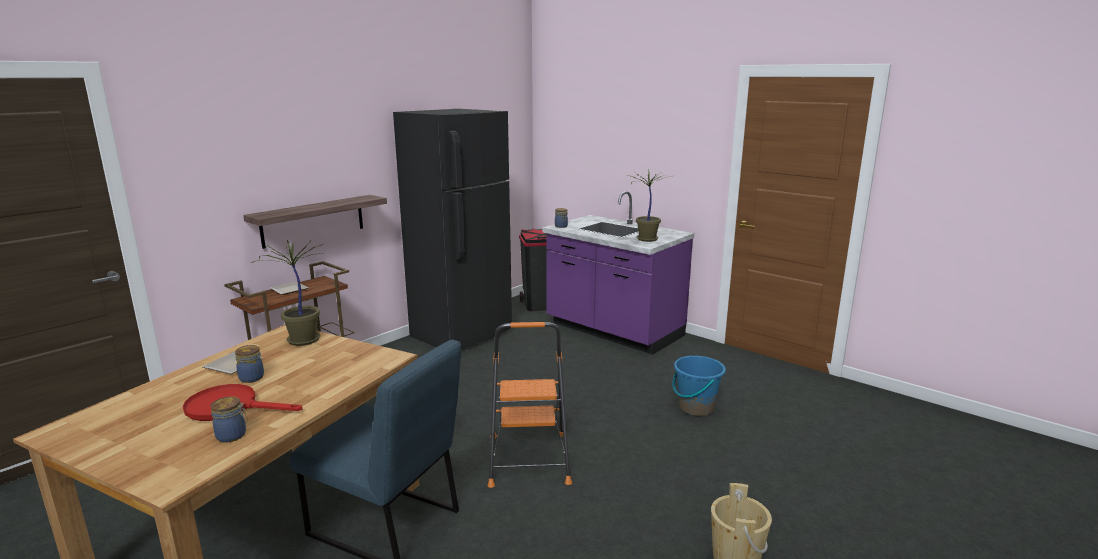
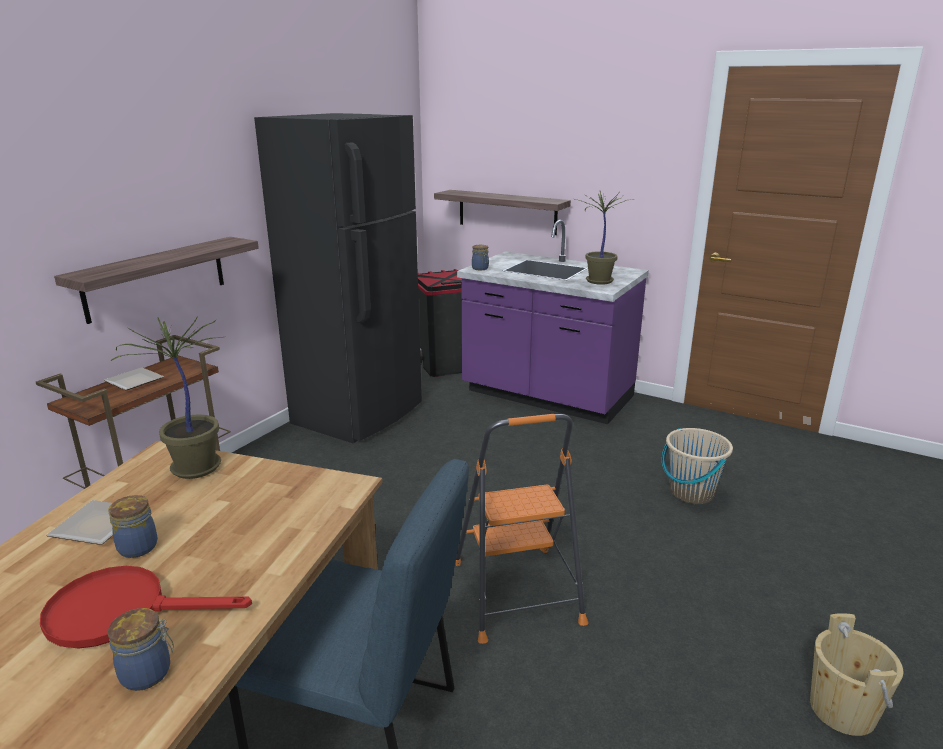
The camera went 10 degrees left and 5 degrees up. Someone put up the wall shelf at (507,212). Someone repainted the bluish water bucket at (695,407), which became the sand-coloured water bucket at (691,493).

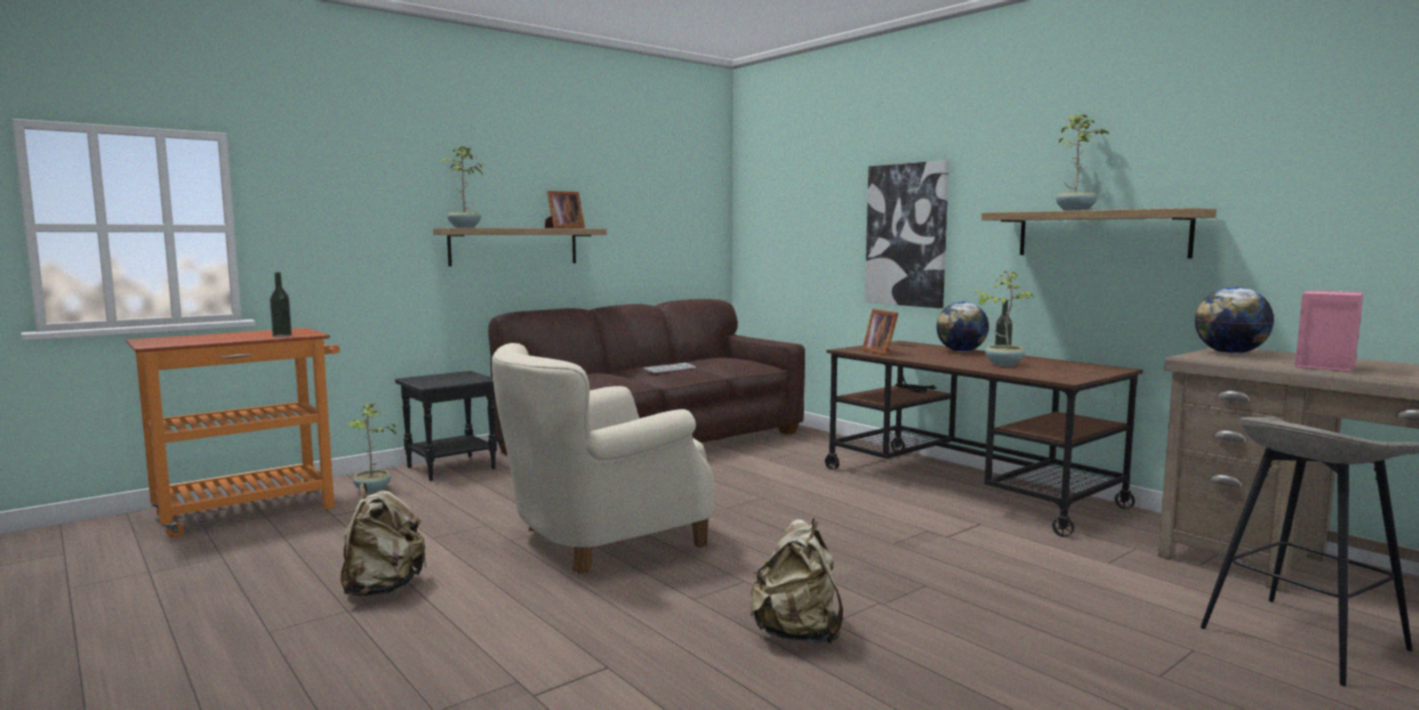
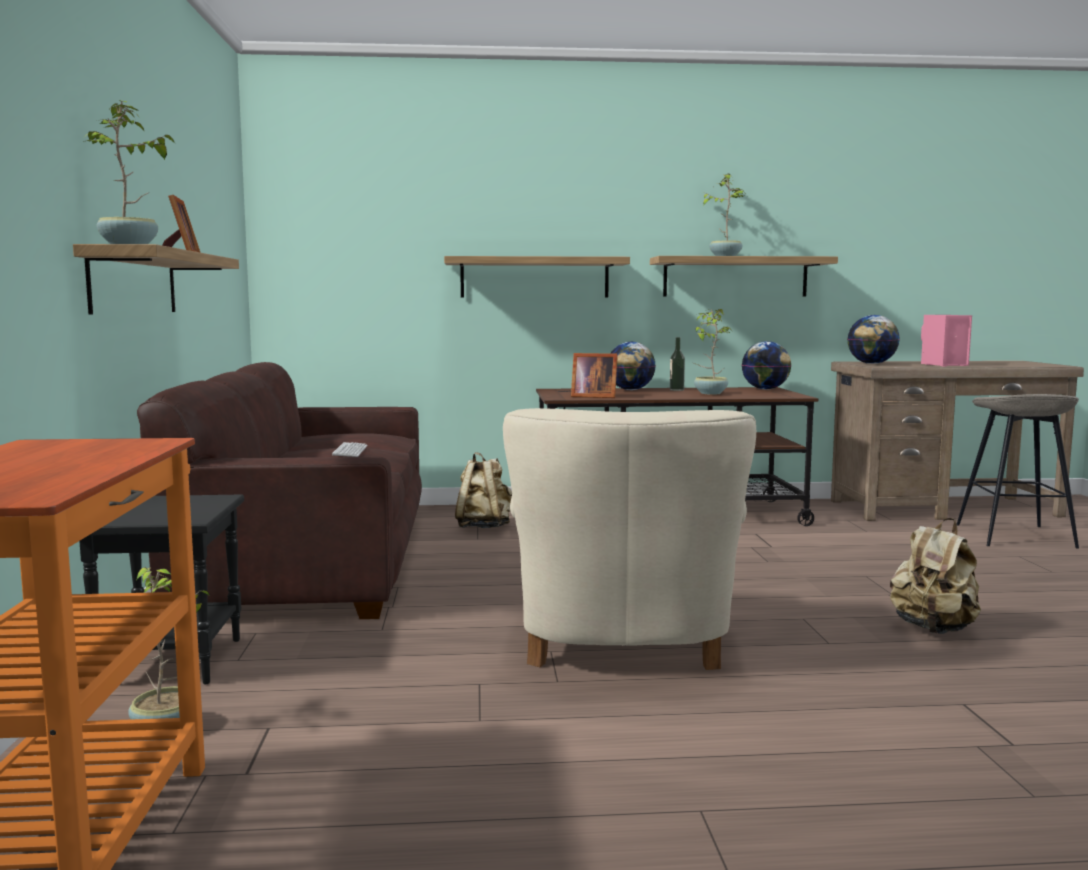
The camera went 55 degrees left and 0 degrees up. Someone swapped the picture at (906,235) for the wall shelf at (534,278). Someone carried the sand-coloured knapsack from (383,589) to (484,527). Someone put down the world globe at (765,389). Someone took away the drink bottle at (282,336).

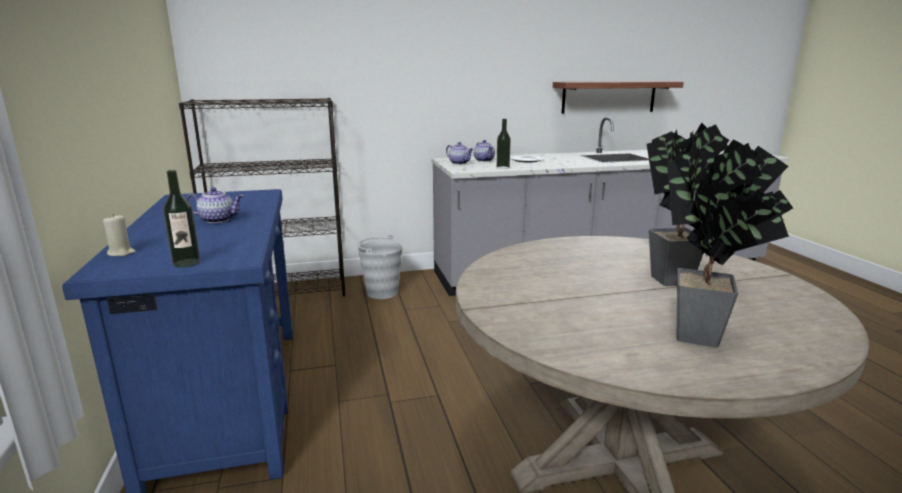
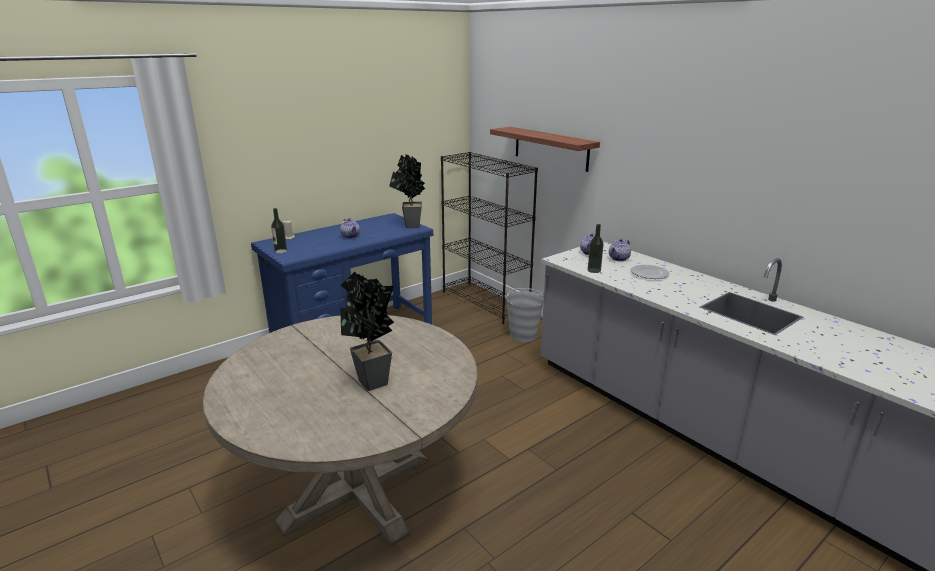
The camera went 65 degrees right and 5 degrees up. Someone carried the potted plant from (705,339) to (411,226). Someone carried the wall shelf from (609,97) to (551,148).

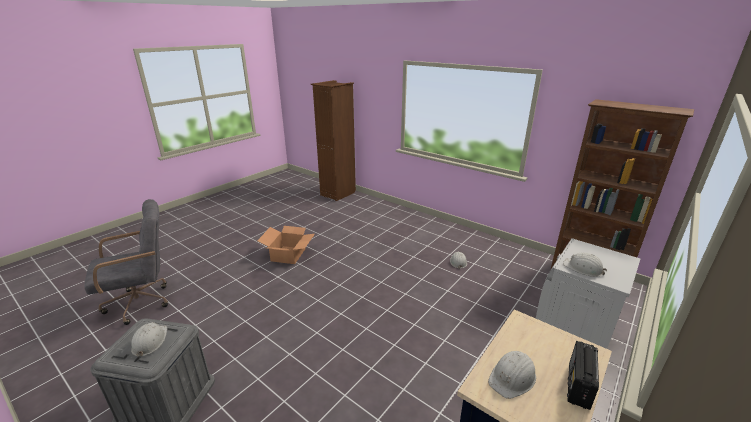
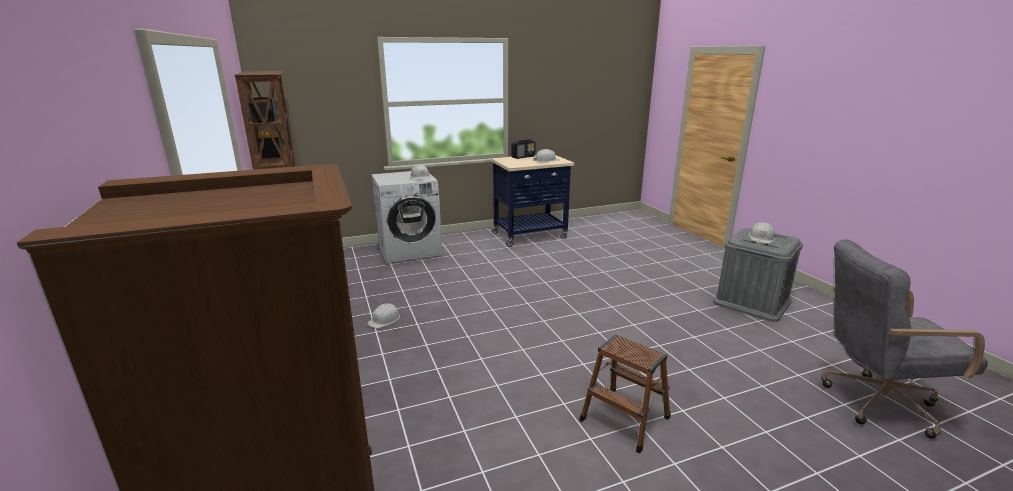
The camera went 150 degrees left and 5 degrees down. Someone swapped the cardboard box at (289,255) for the brown stepladder at (624,418).

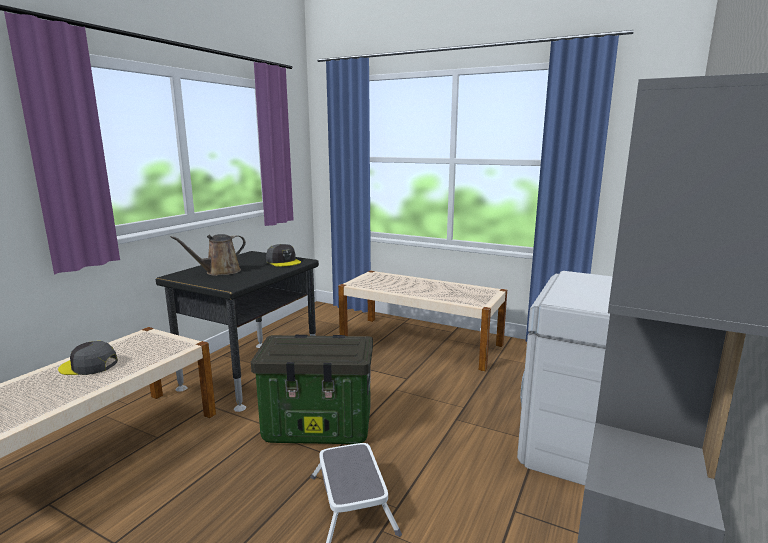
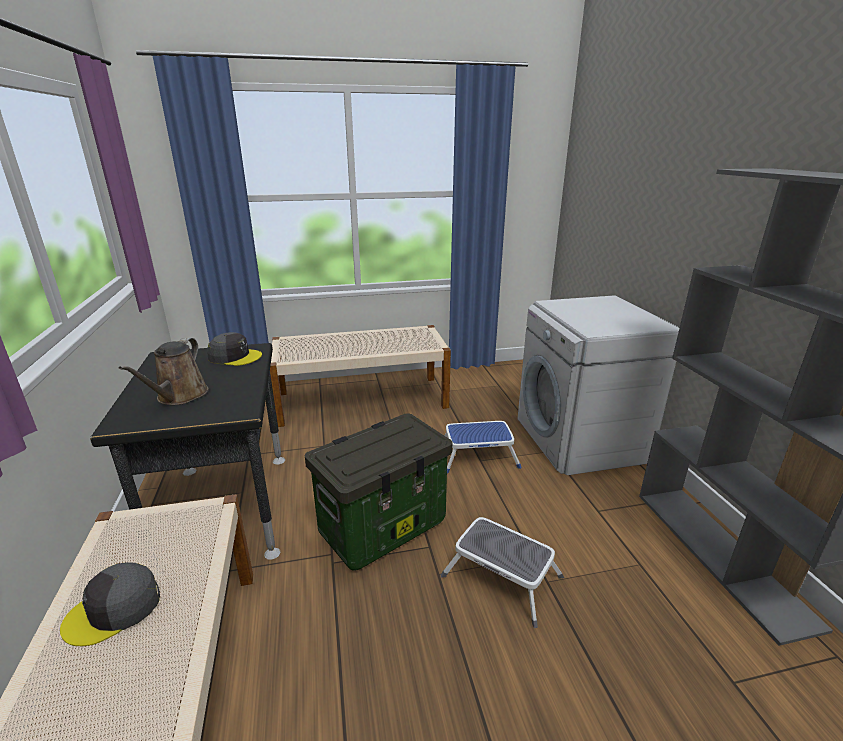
The camera went 40 degrees left and 10 degrees up. Someone put down the bluish stepladder at (478,456).

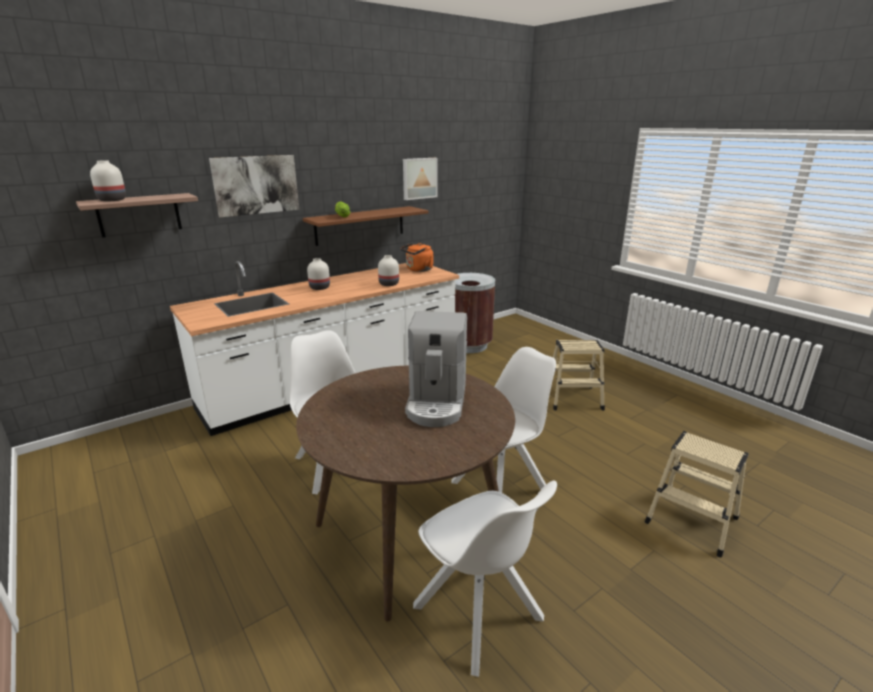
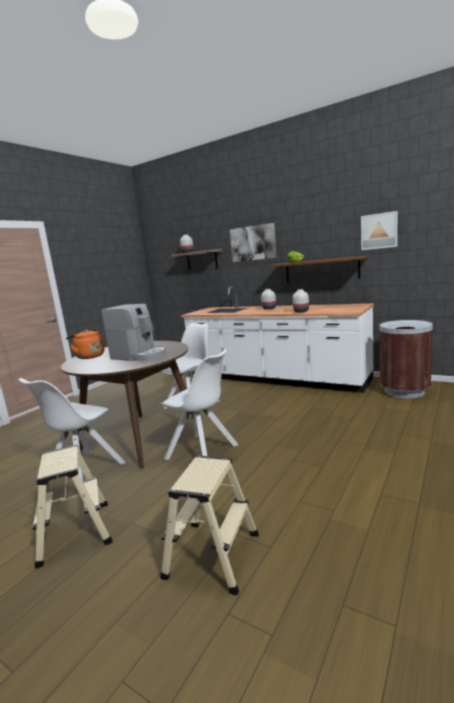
The camera went 70 degrees right and 10 degrees down. Someone carried the sand-coloured stepladder from (572,397) to (75,532). Someone carried the orange-coloured tea kettle from (418,270) to (89,356). Someone rotated the coffee brewer at (437,402) by 135 degrees counterclockwise.

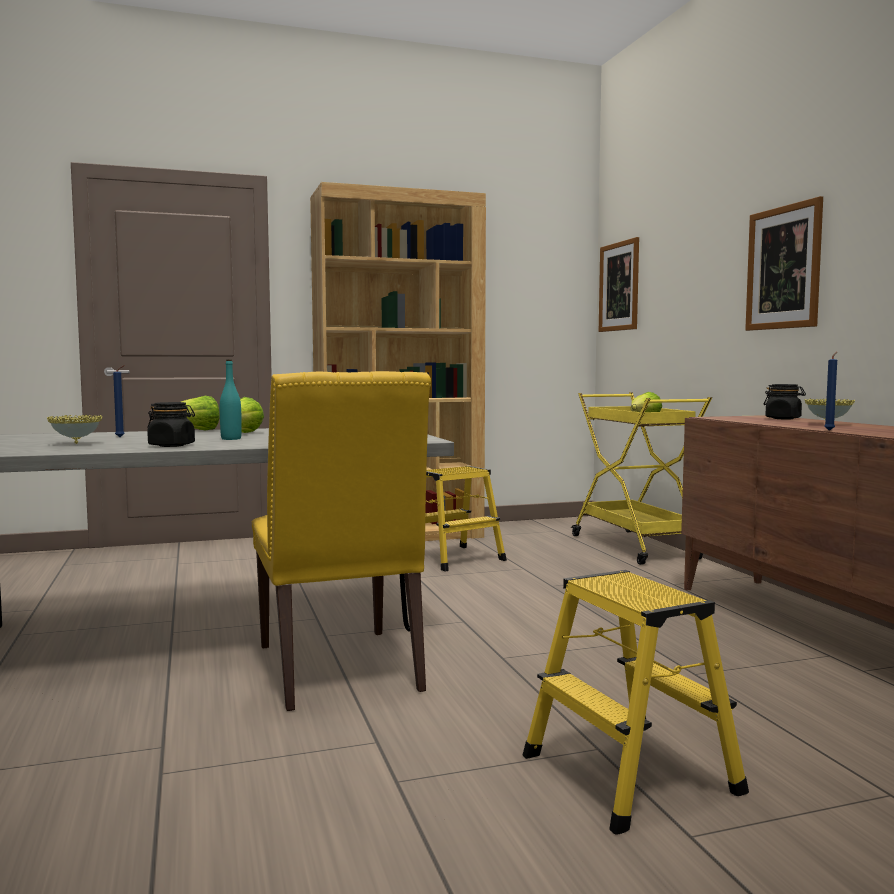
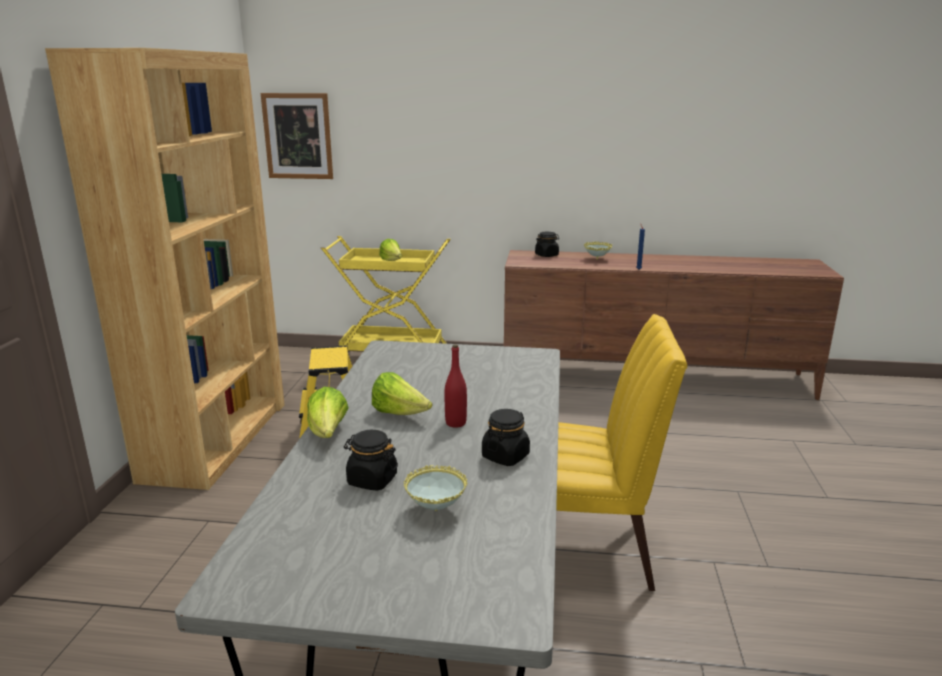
The camera went 65 degrees left and 15 degrees up. Someone swapped the bluish wax light at (121,437) for the black-coloured jar at (372,480). Someone repainted the turquoise-coloured drink bottle at (231,439), which became the red drink bottle at (455,423). Someone took away the yellowish stepladder at (631,773). Someone took away the picture at (783,268).

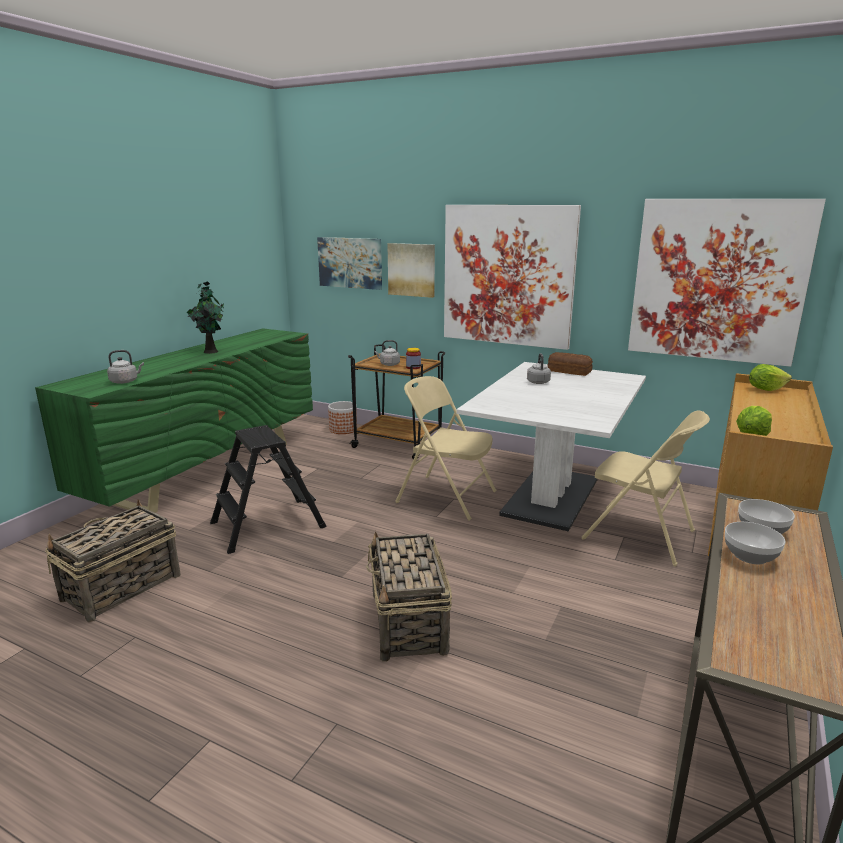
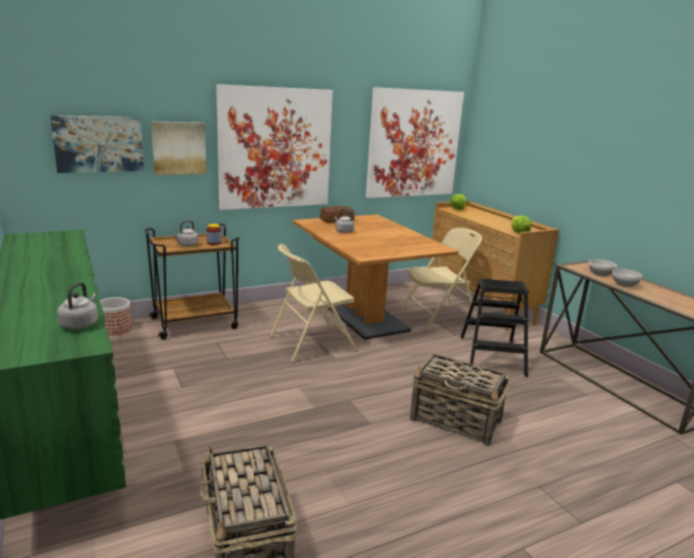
The camera went 55 degrees left and 0 degrees up. Someone repainted the white kitchen table at (551,497), which became the brown kitchen table at (364,316). Someone carried the black-coloured stepladder from (268,524) to (491,355). Someone took away the potted plant at (210,351).

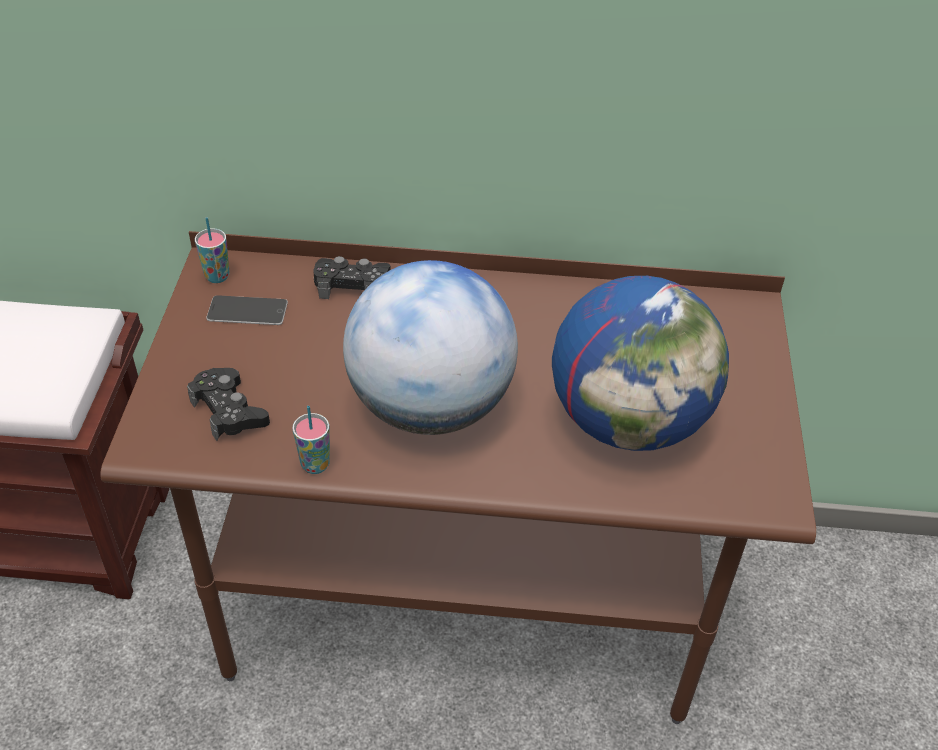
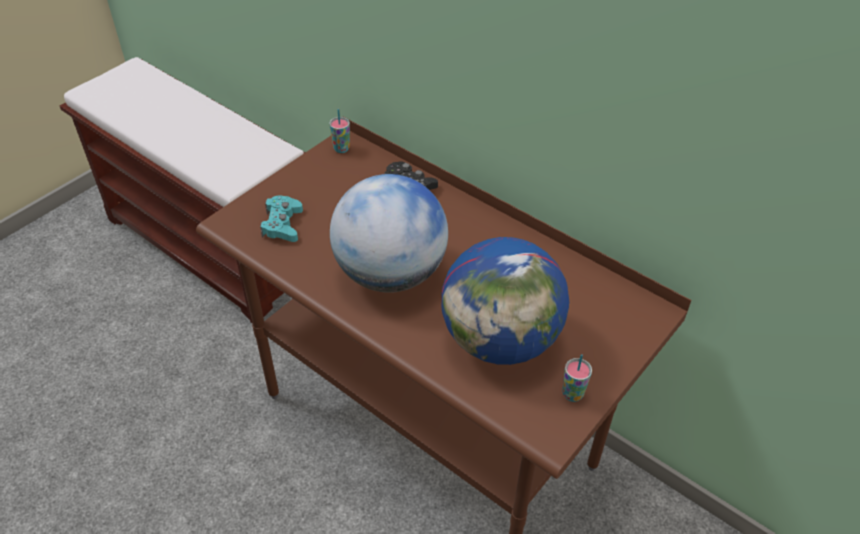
The camera went 35 degrees right and 0 degrees up. Someone repainted the black-coloured gamepad at (229,411), which became the turquoise-coloured gamepad at (282,224). Someone carried the cup from (315,464) to (572,394). Someone took away the telephone at (247,311).

